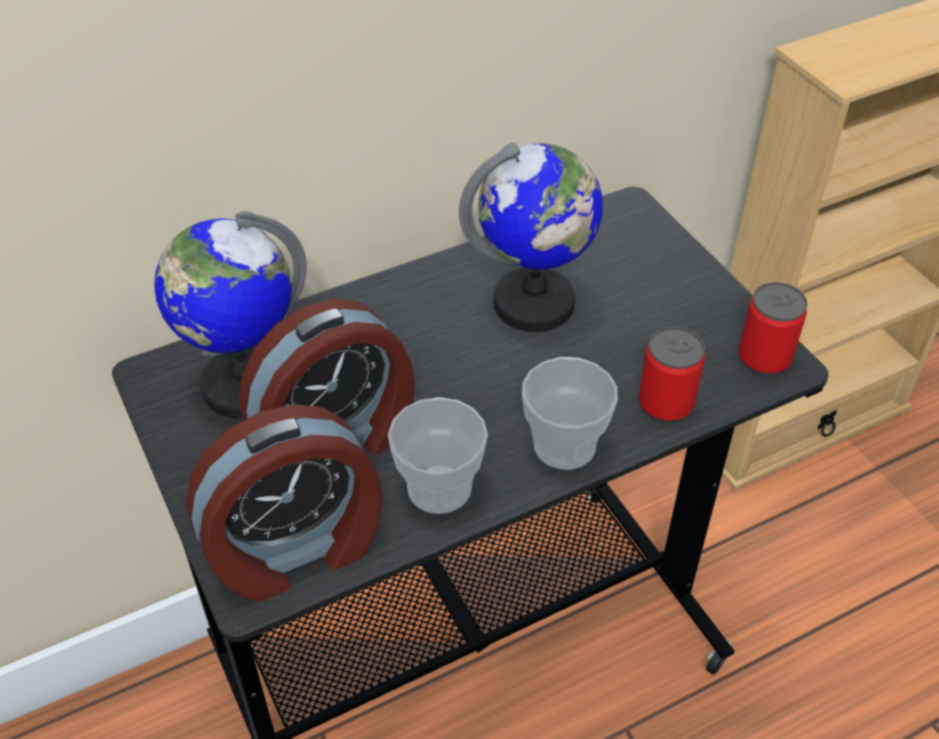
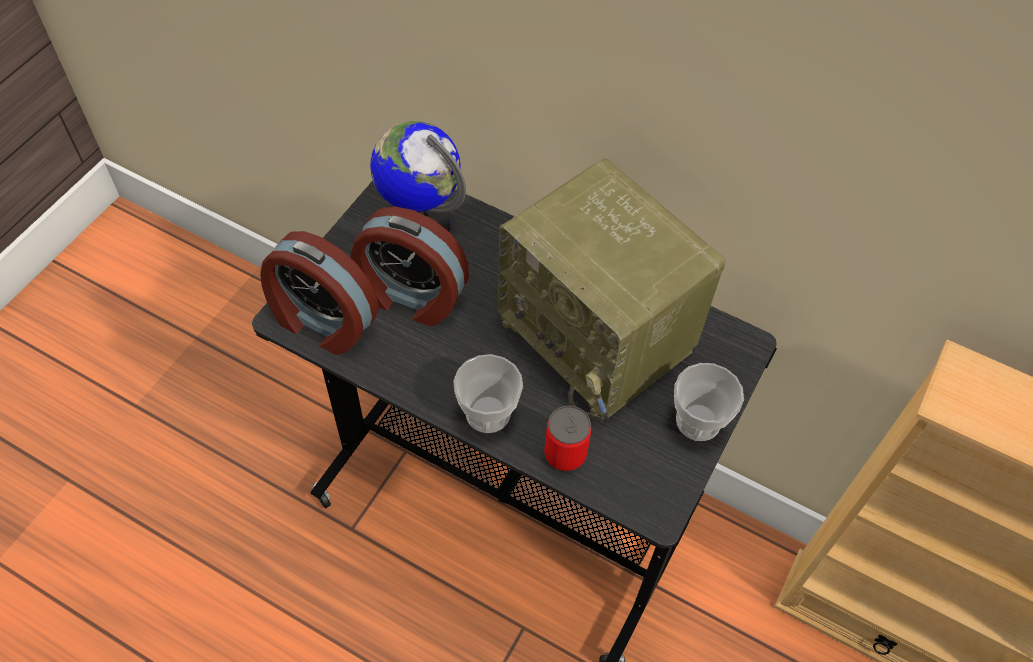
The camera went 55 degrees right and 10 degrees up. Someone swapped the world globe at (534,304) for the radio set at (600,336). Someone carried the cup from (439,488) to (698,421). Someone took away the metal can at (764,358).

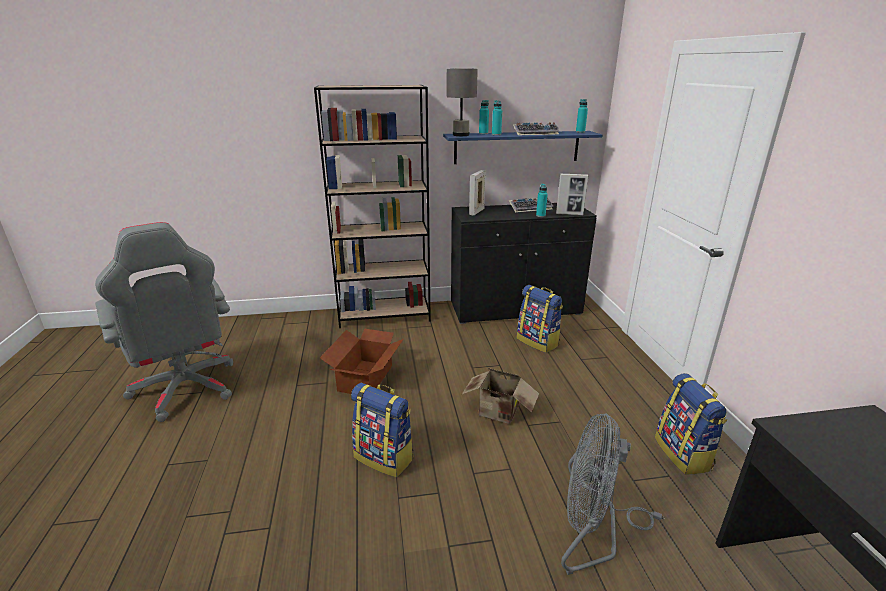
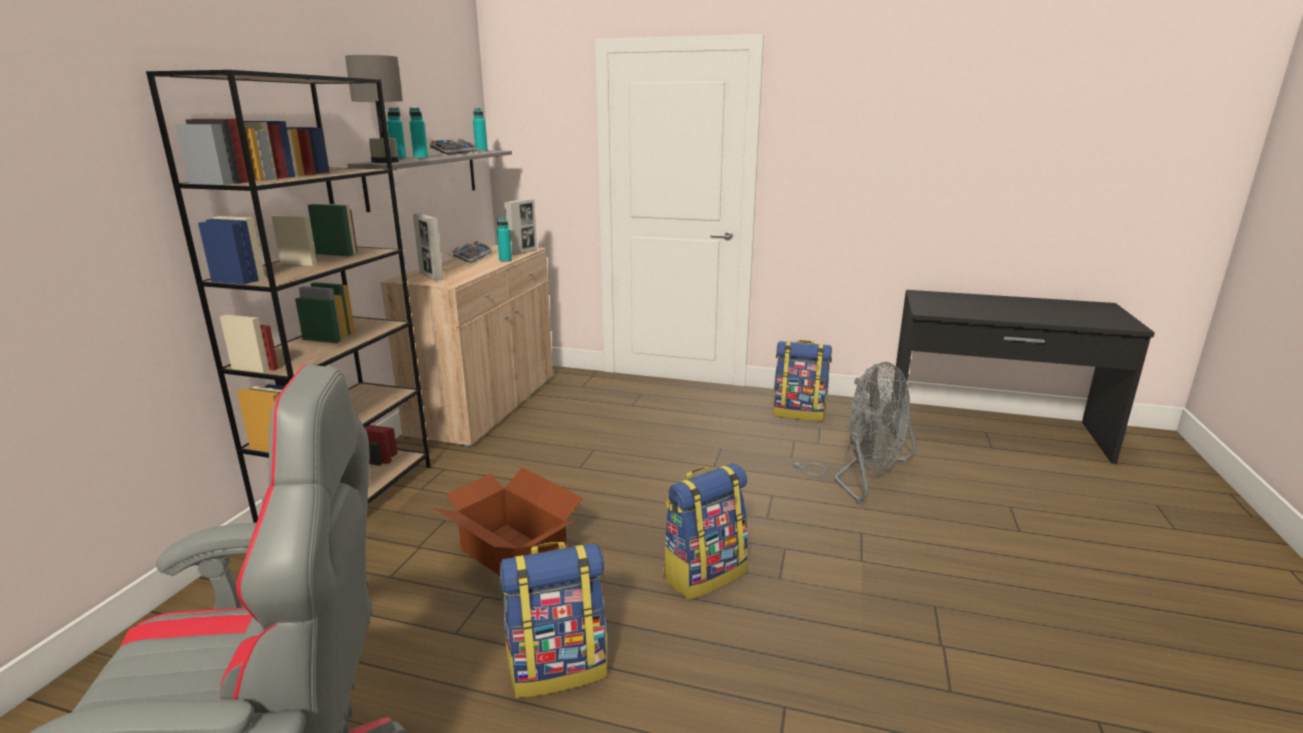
The camera went 65 degrees left and 5 degrees down. Someone repainted the bluish wall shelf at (517,147), which became the gray wall shelf at (424,178). Someone repainted the black-coloured storage cabinet at (515,309), which became the sand-coloured storage cabinet at (486,405). Someone carried the knapsack from (538,342) to (558,667). Someone rotated the gray electric fan at (595,523) by 90 degrees counterclockwise. Someone took away the cardboard box at (499,414).

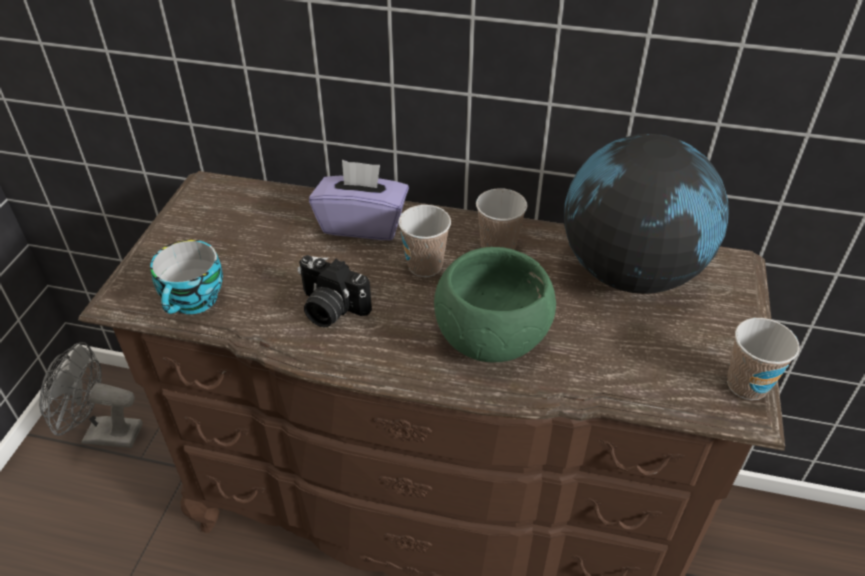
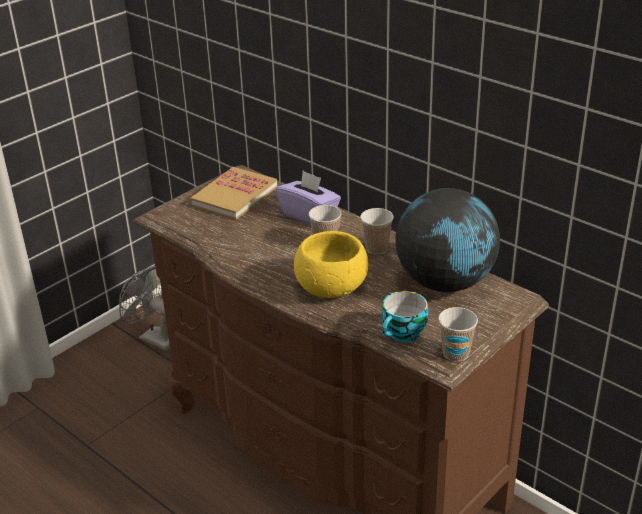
The camera went 30 degrees right and 10 degrees down. Someone put down the bound book at (234,196). Someone repainted the green bowl at (491,336), which became the yellowish bowl at (331,288). Someone carried the cup from (195,301) to (403,334). Someone took away the photo camera at (330,309).

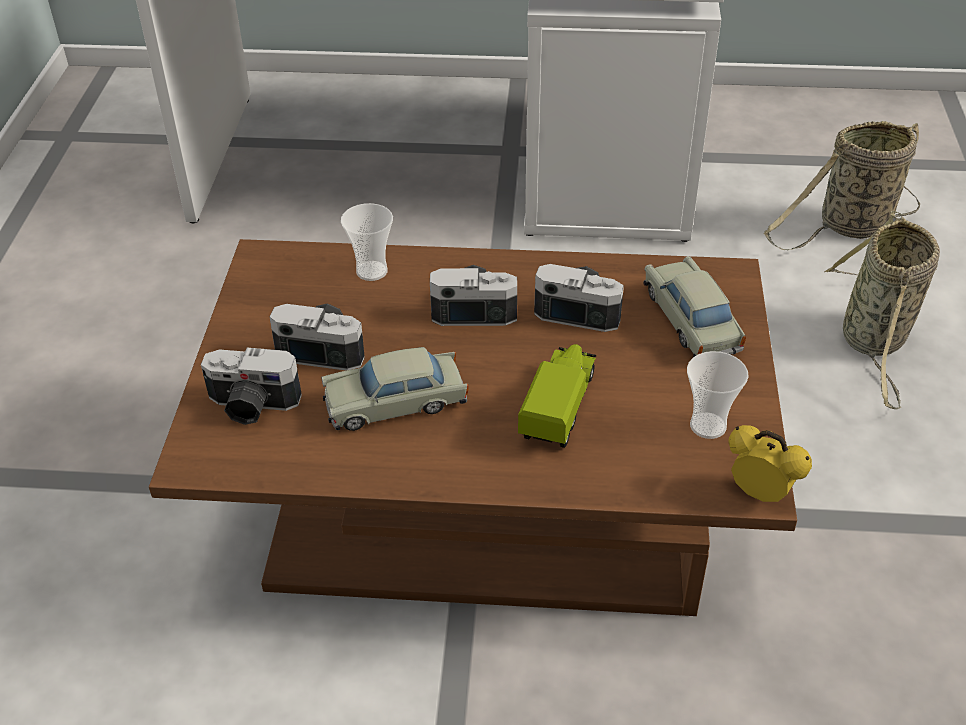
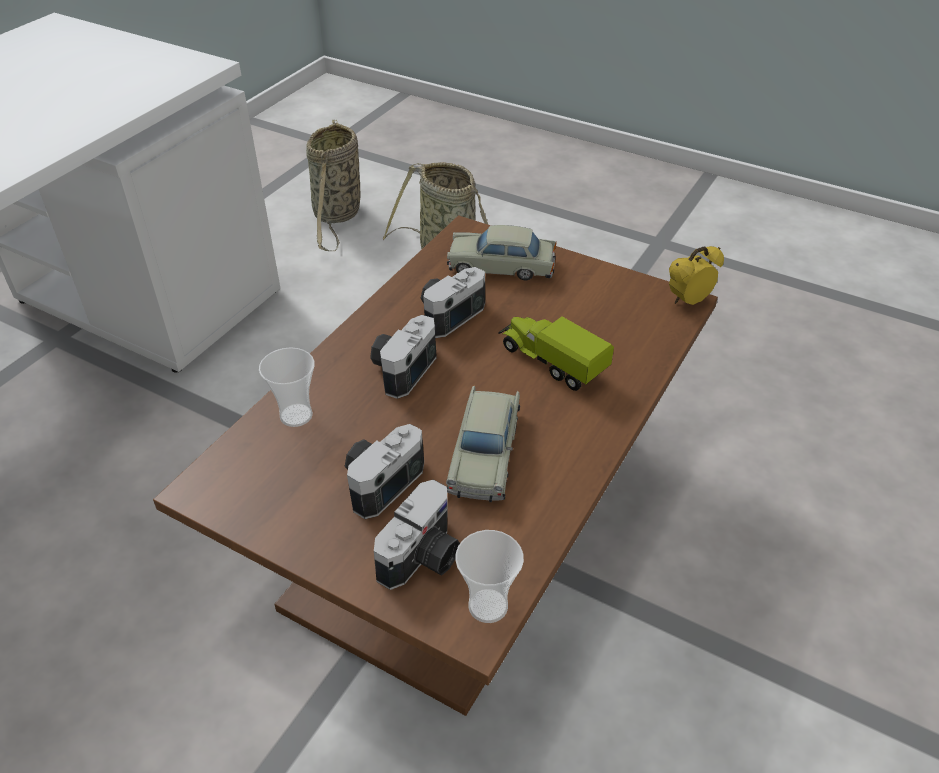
The camera went 65 degrees left and 0 degrees up. Someone carried the cup from (708,426) to (488,606).

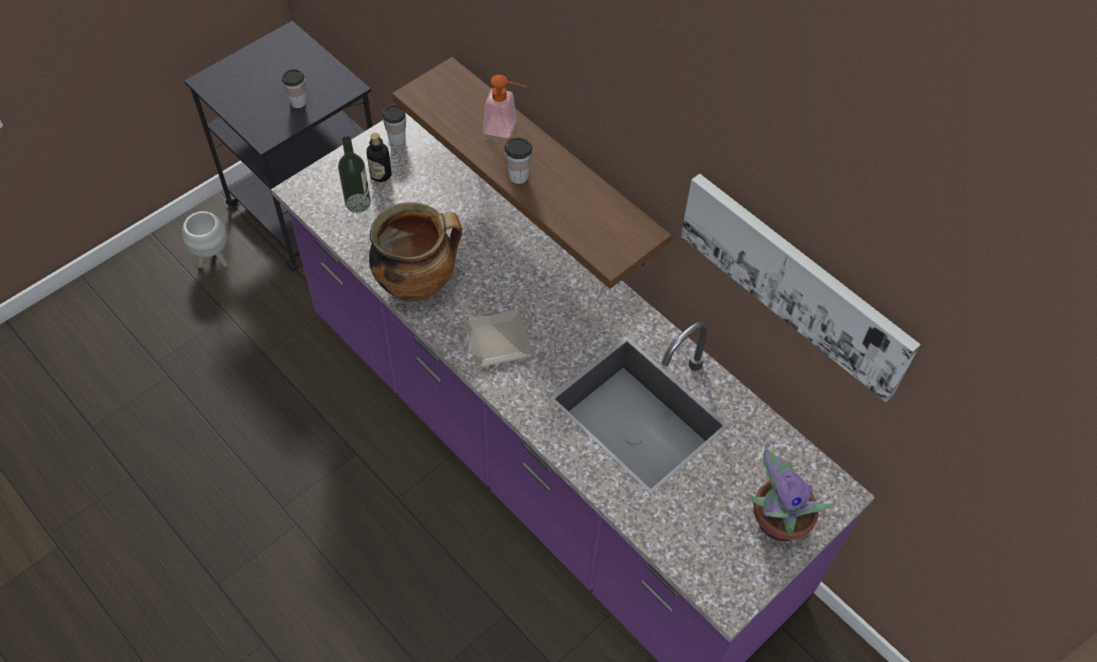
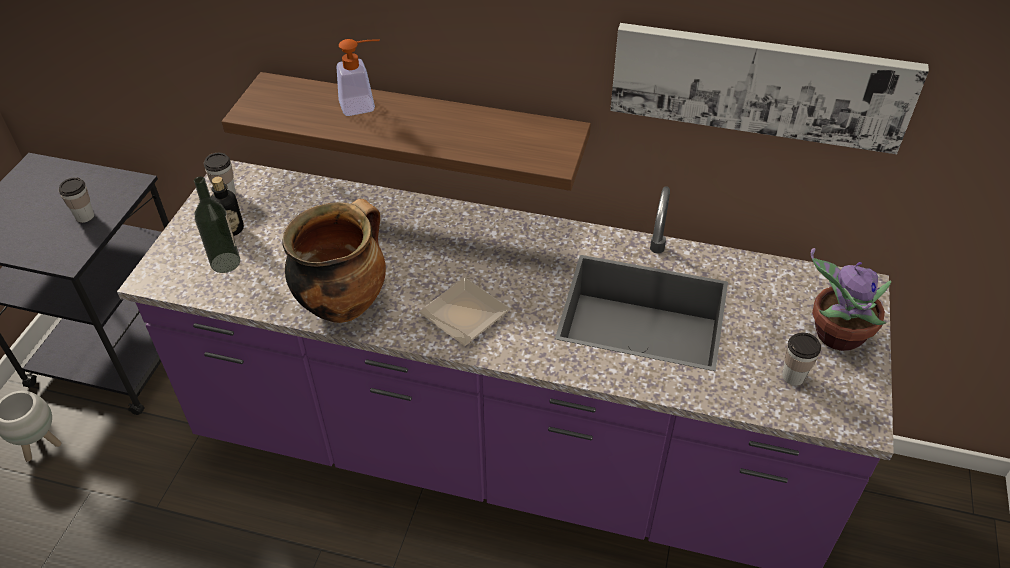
The camera went 30 degrees left and 10 degrees down. Someone carried the cup from (518,176) to (793,376).

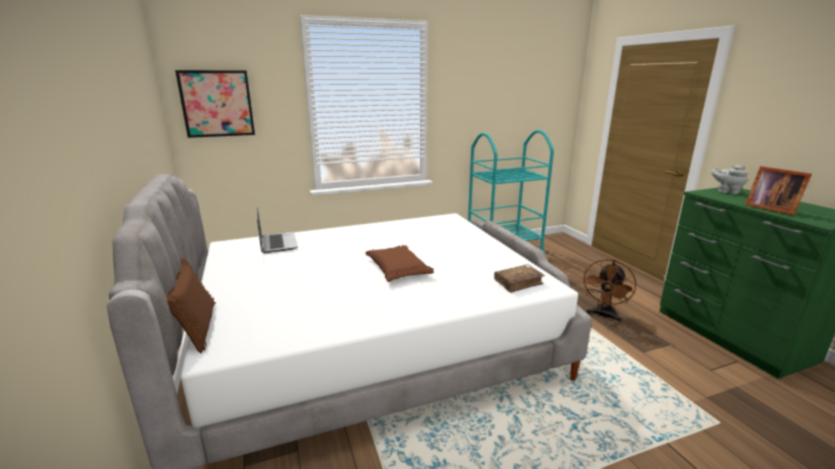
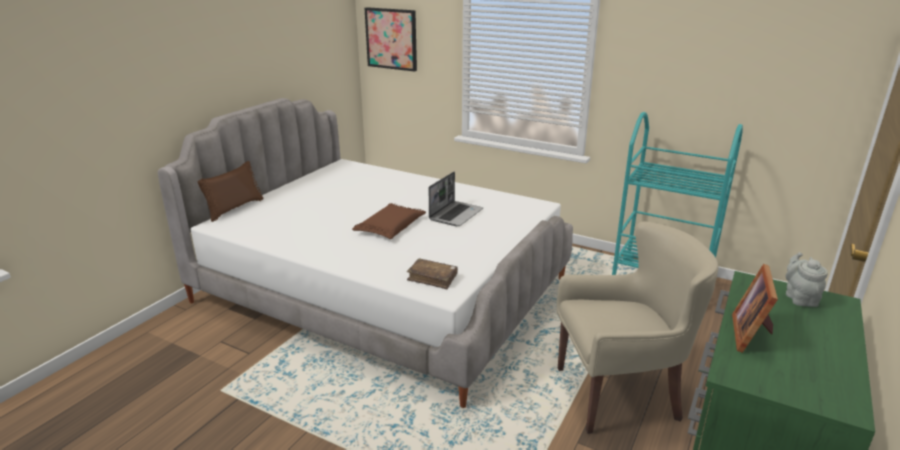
The camera went 50 degrees right and 5 degrees up. Someone carried the laptop from (277,243) to (456,214). Someone swapped the brown electric fan at (603,315) for the sand-coloured armchair at (620,395).

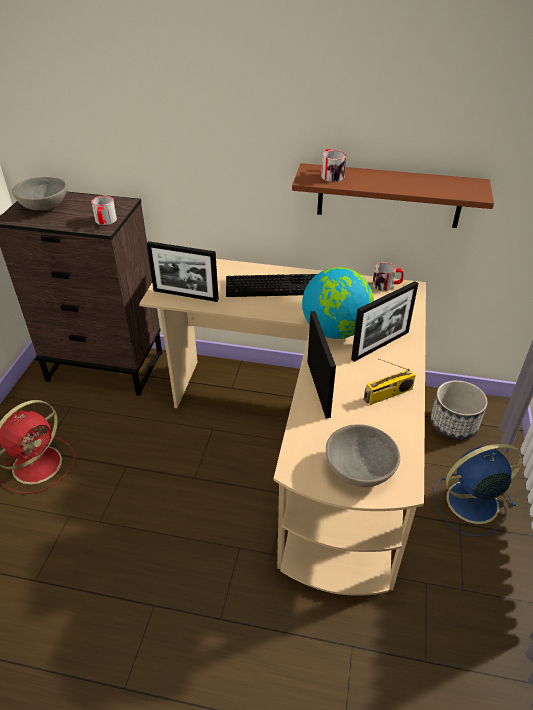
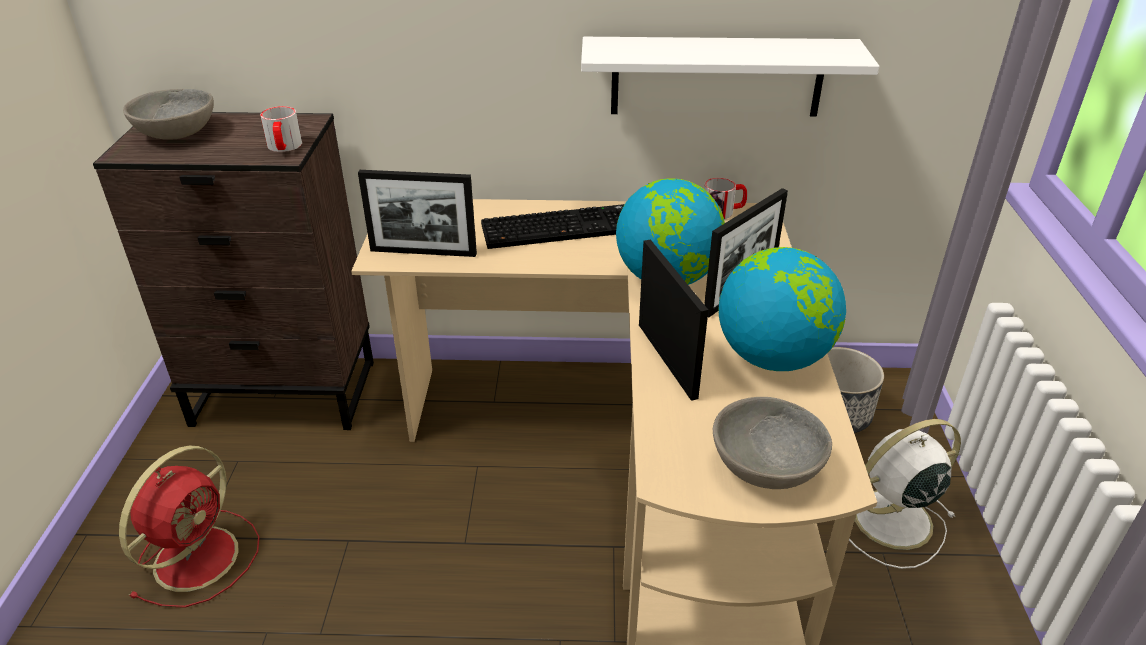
The camera went 10 degrees left and 5 degrees down. Someone repainted the brown wall shelf at (389,196), which became the white wall shelf at (717,76). Someone swapped the radio set at (387,395) for the world globe at (773,357). Someone repainted the bluish electric fan at (470,502), which became the white electric fan at (889,520). Someone took away the mug at (331,174).

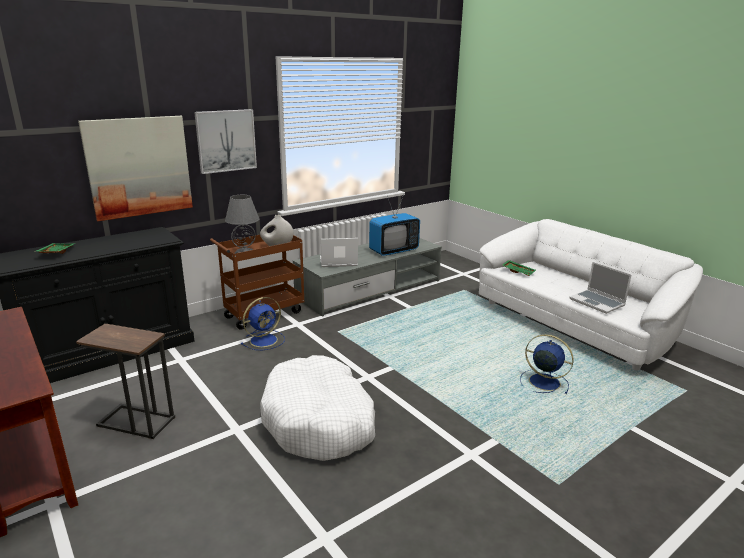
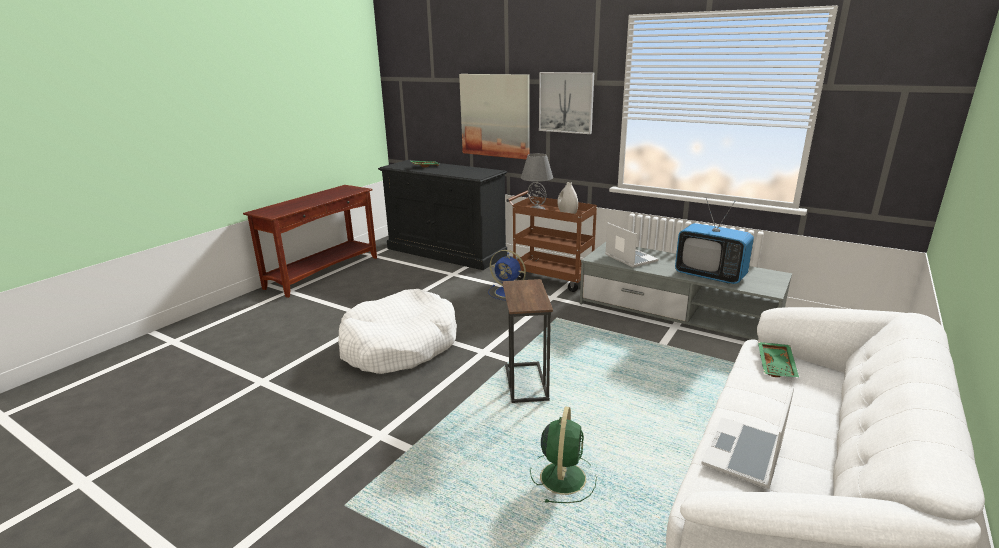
The camera went 70 degrees right and 0 degrees up. Someone carried the brown end table from (137,421) to (526,383). Someone repainted the bluish electric fan at (543,382), which became the green electric fan at (563,476).

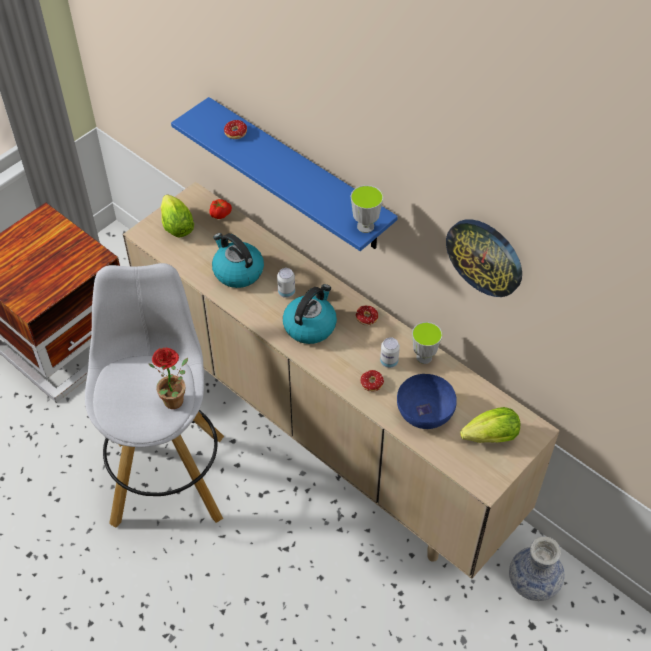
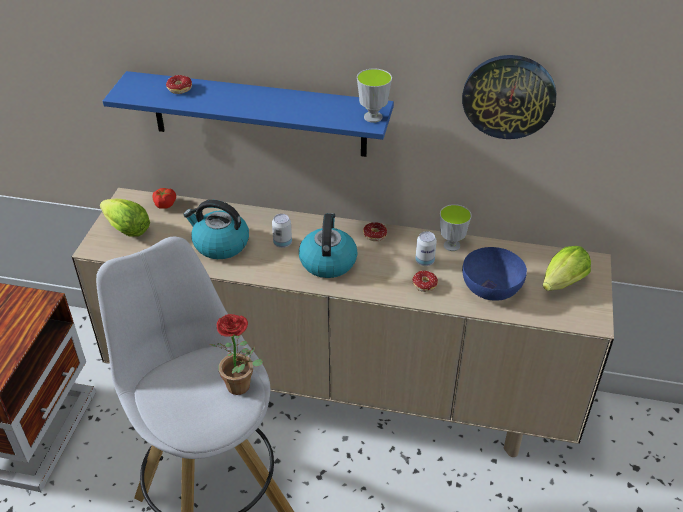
The camera went 30 degrees left and 10 degrees down. Someone took away the flower vase at (533,582).

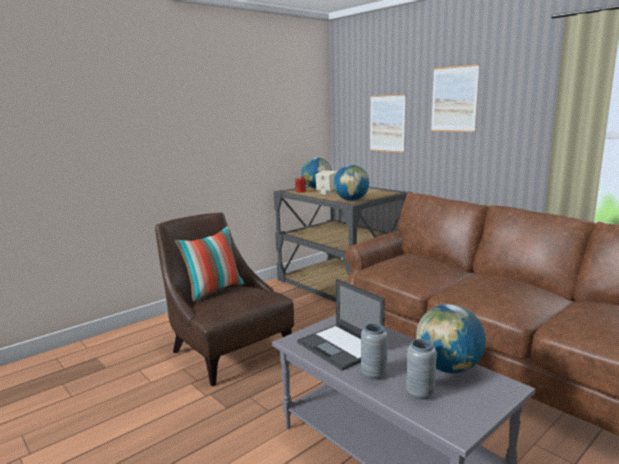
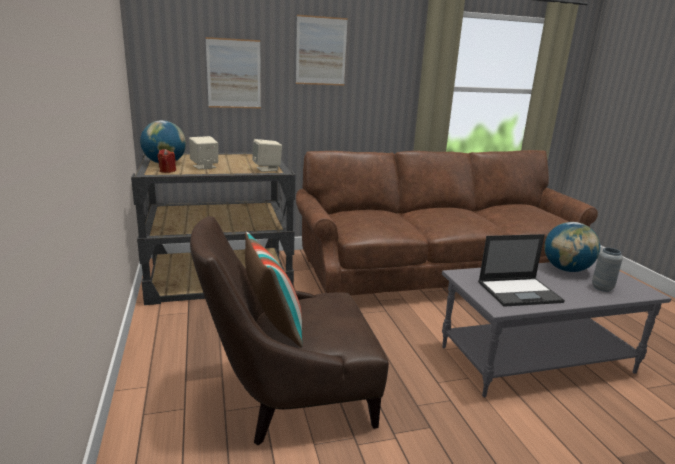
The camera went 65 degrees left and 5 degrees up. Someone swapped the world globe at (351,200) for the sand-coloured speaker at (267,169). Someone took away the gray flower vase at (373,374).

